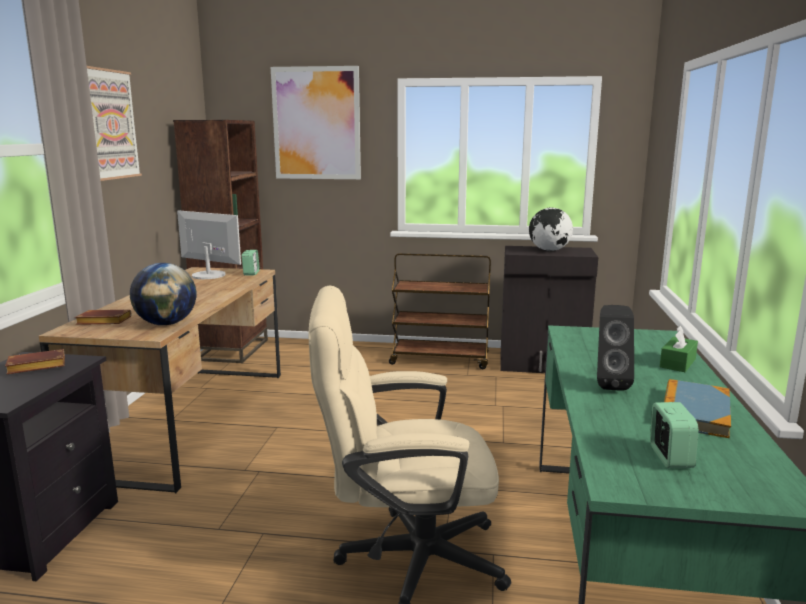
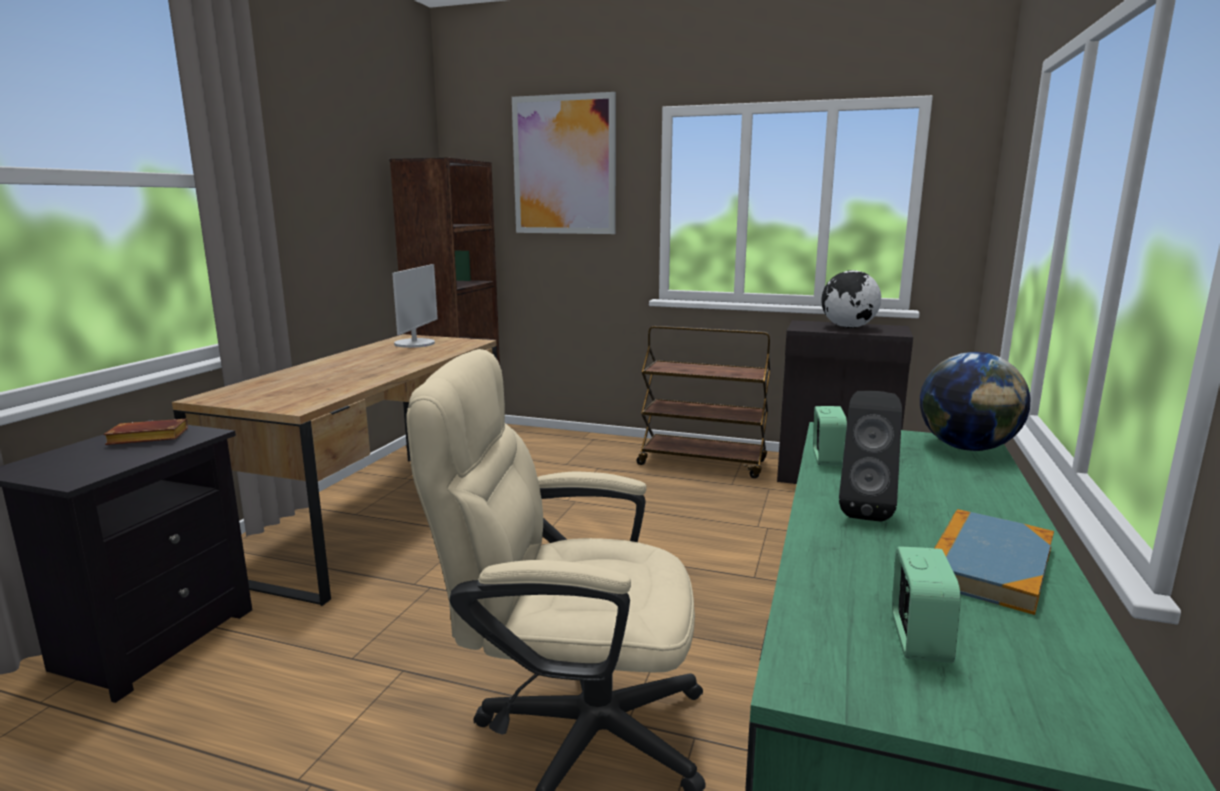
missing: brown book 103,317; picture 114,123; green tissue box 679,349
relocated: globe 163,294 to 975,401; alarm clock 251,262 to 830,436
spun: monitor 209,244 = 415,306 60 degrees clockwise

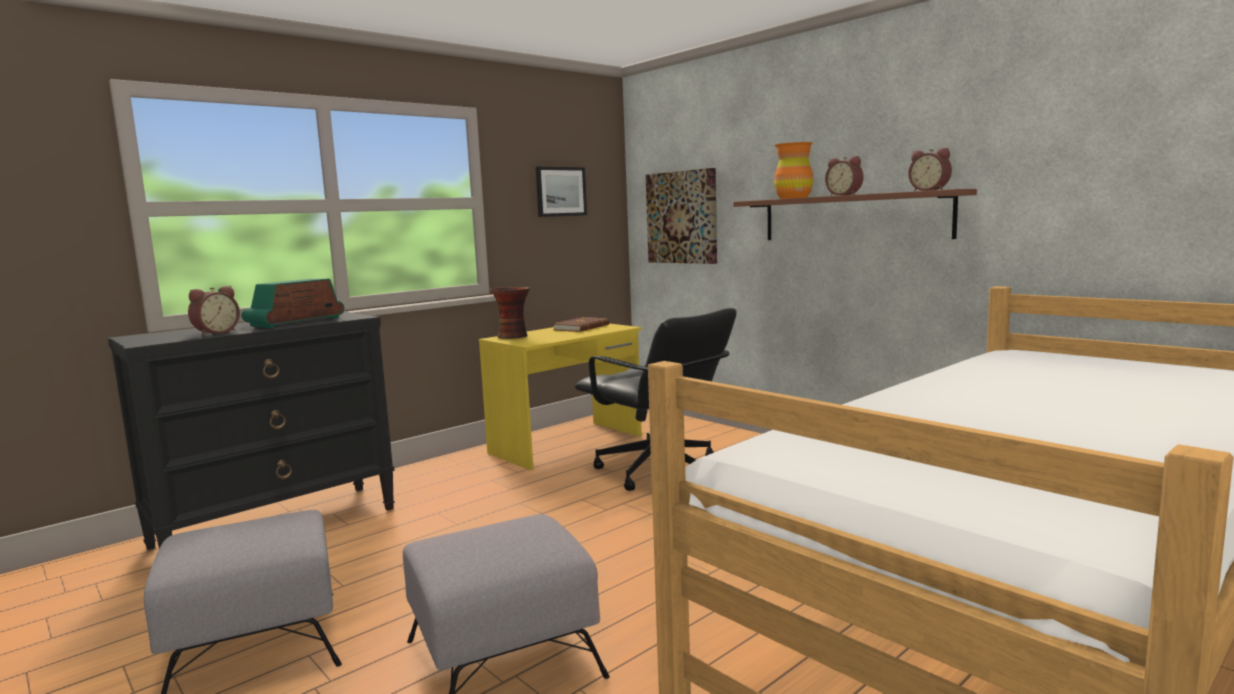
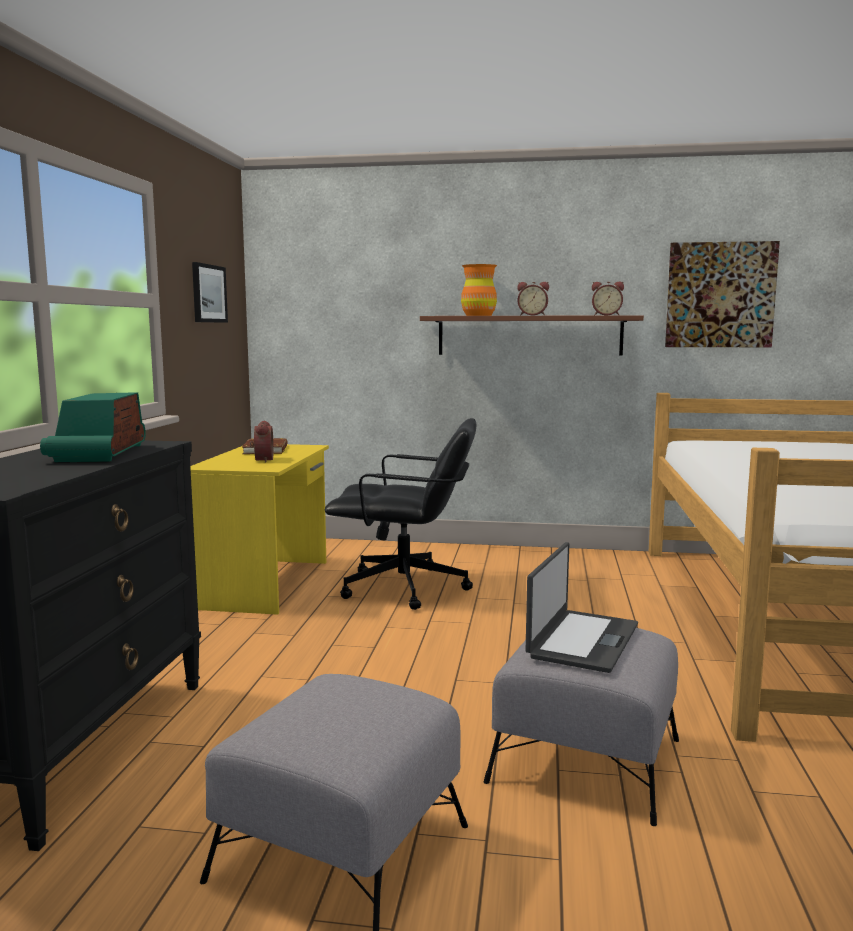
missing: vase 510,313
appeared: laptop 582,607
relocated: alarm clock 214,311 to 262,441; picture 681,216 to 722,294

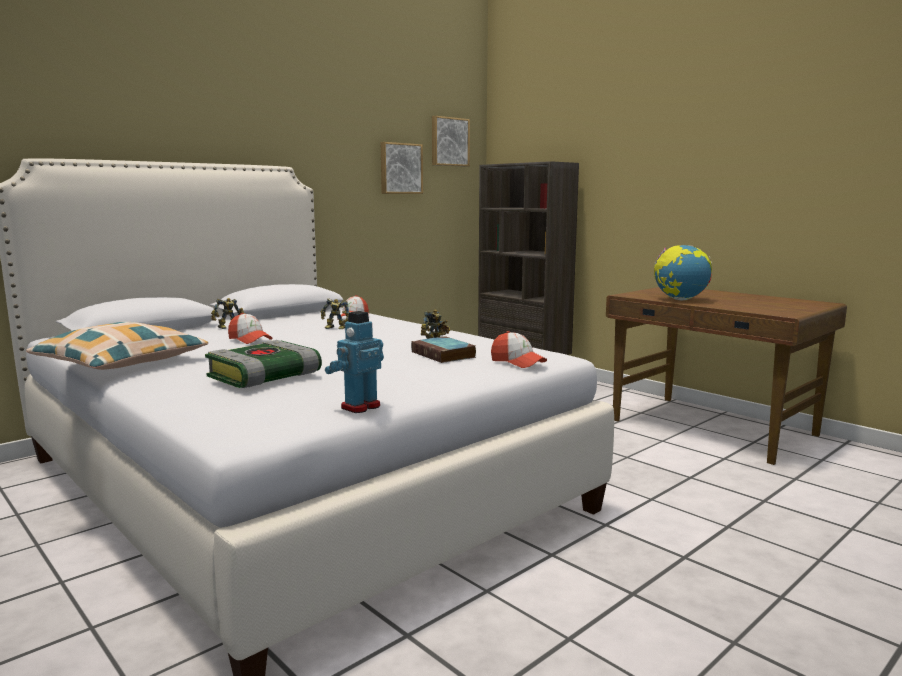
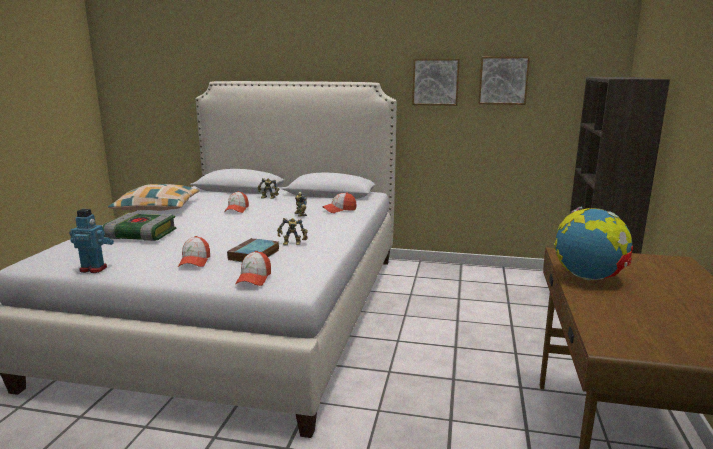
appeared: cap 194,251
relocated: picture 451,141 to 436,82

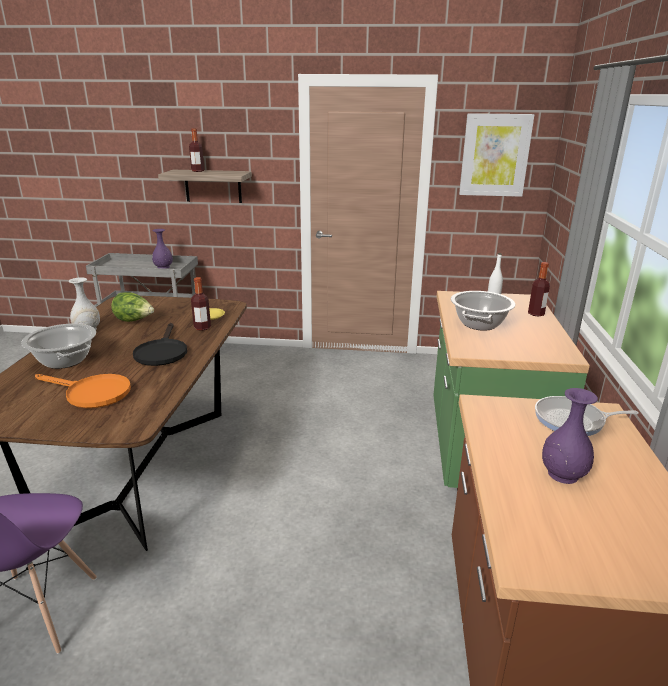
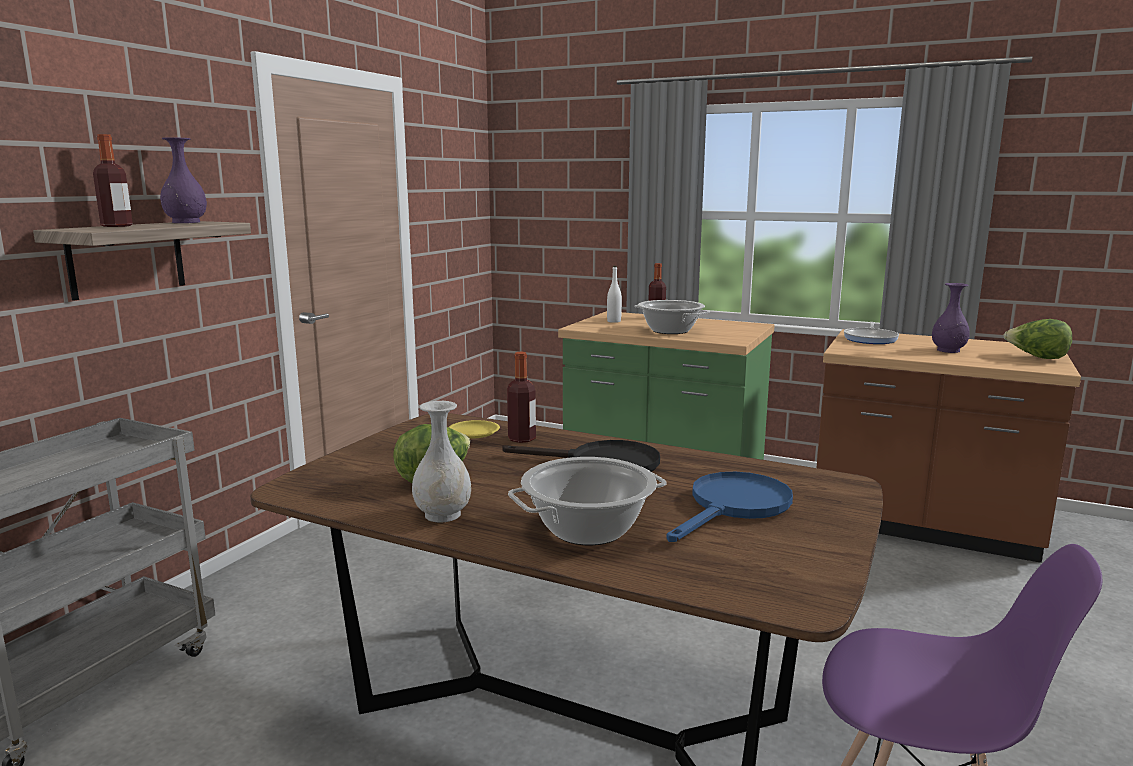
missing: picture 496,155
appeared: lettuce 1037,339
relocated: purple vase 162,249 to 183,180
colour: orange frying pan 83,391 to blue frying pan 729,507

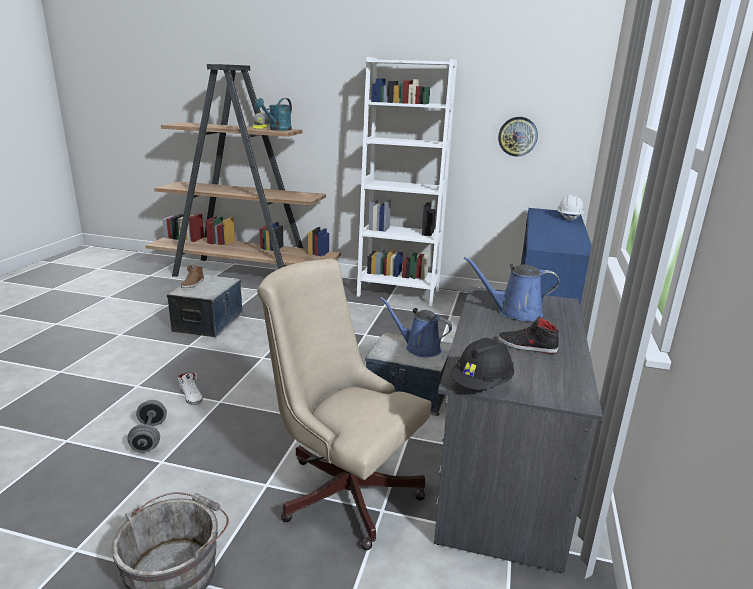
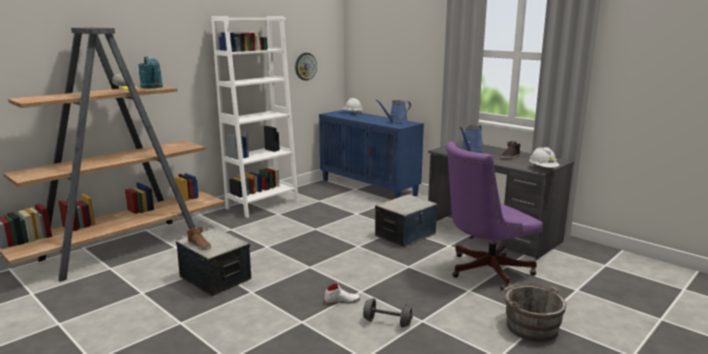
relocated: blue watering can 416,327 to 393,112
colour: beige office chair 344,404 to purple office chair 494,216; black hard hat 482,364 to white hard hat 544,157

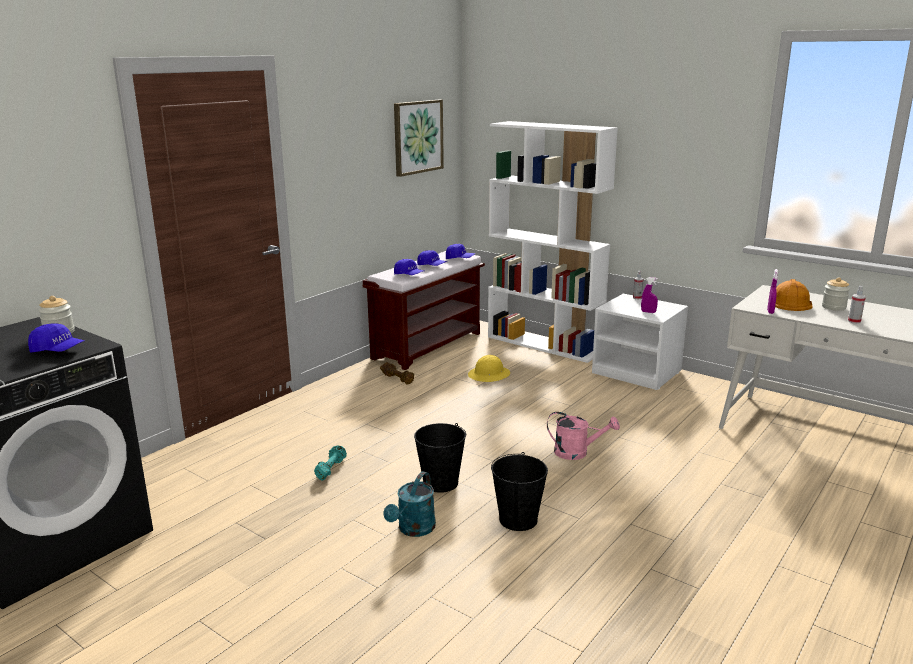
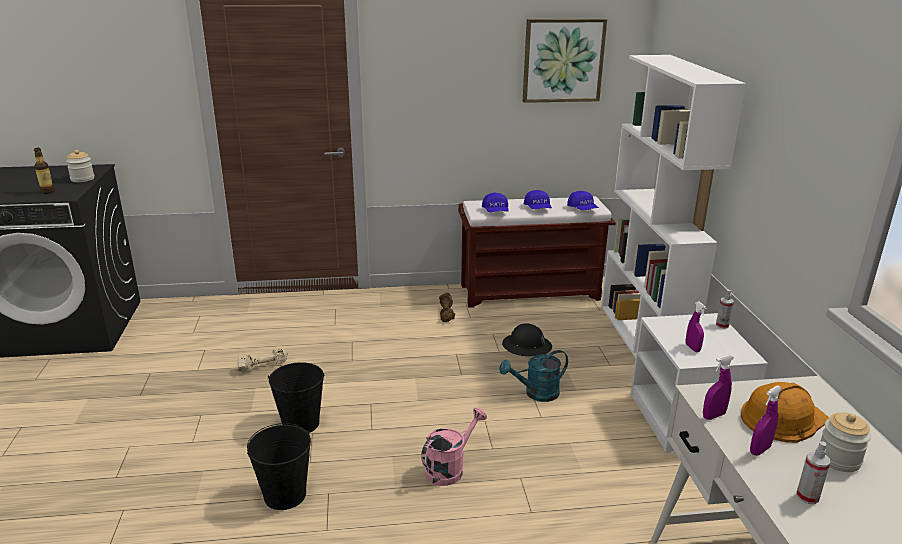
appeared: purple spray bottle 766,420
relocated: turquoise watering can 410,504 to 533,376
exchanged: blue cap 56,338 to bottle 44,171
colour: turquoise dumbbell 330,463 to beige dumbbell 262,360; yellow hard hat 489,368 to black hard hat 527,339
spun: pink watering can 583,436 = 454,446 105 degrees counterclockwise

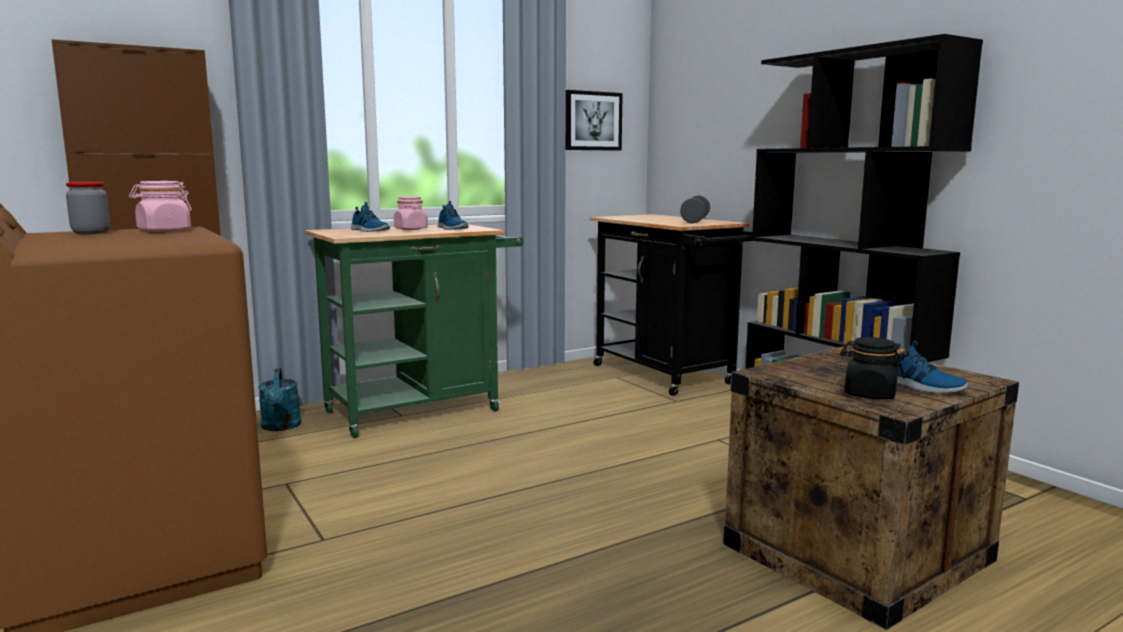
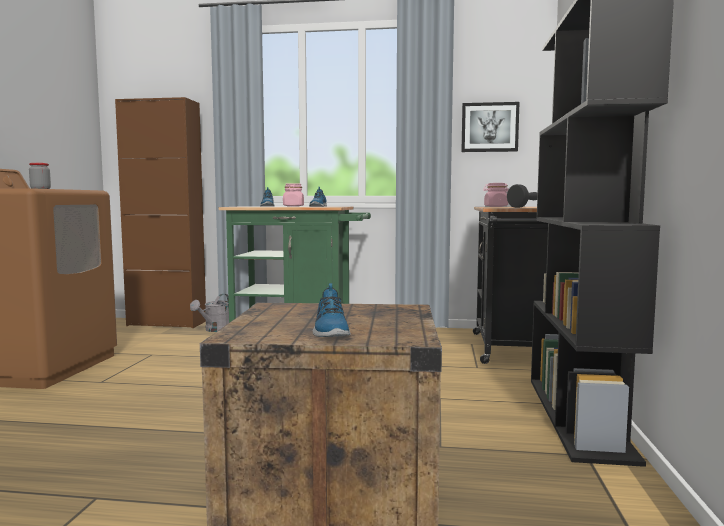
missing: black jar 872,368
relocated: pink jar 160,206 to 496,195
colour: turquoise watering can 279,399 to grey watering can 209,313

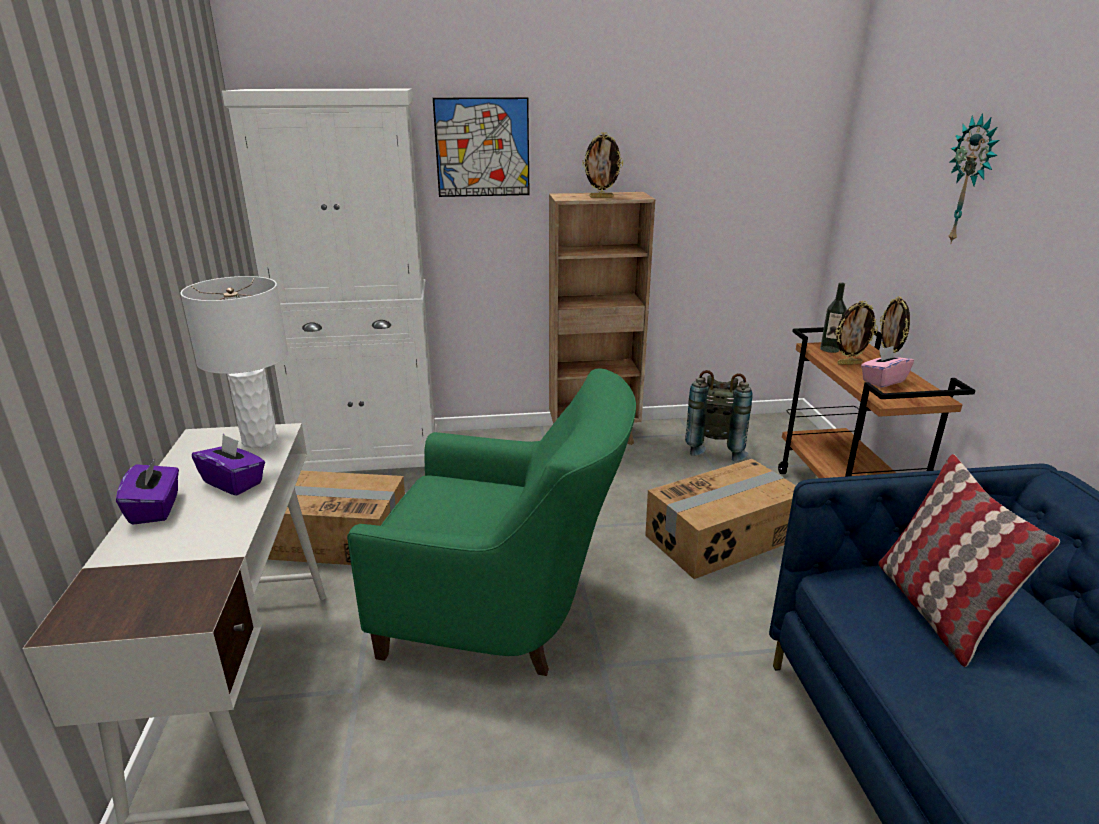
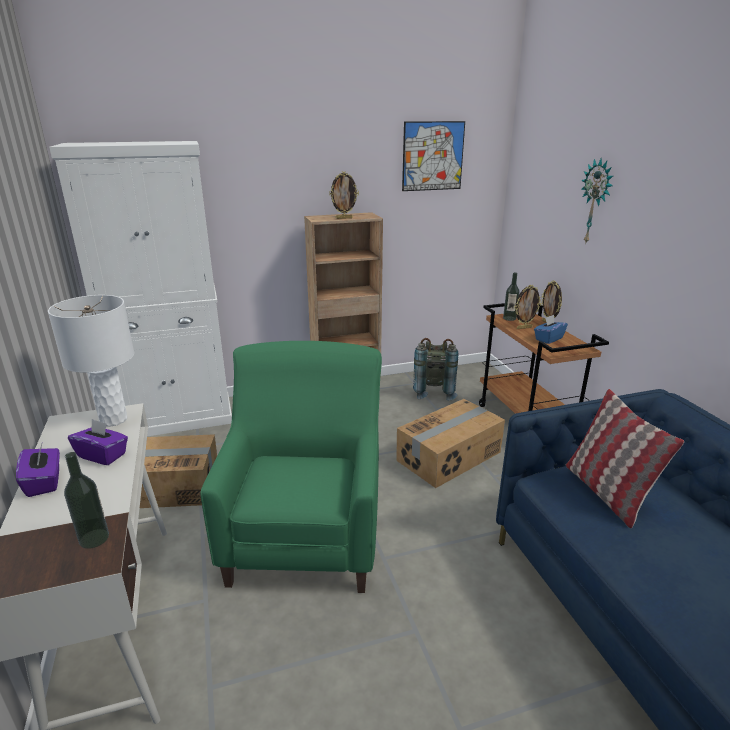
appeared: bottle 86,500
relocated: picture 481,147 to 433,156
colour: pink tissue box 887,367 to blue tissue box 551,329
spun: green armchair 491,522 = 291,467 90 degrees counterclockwise

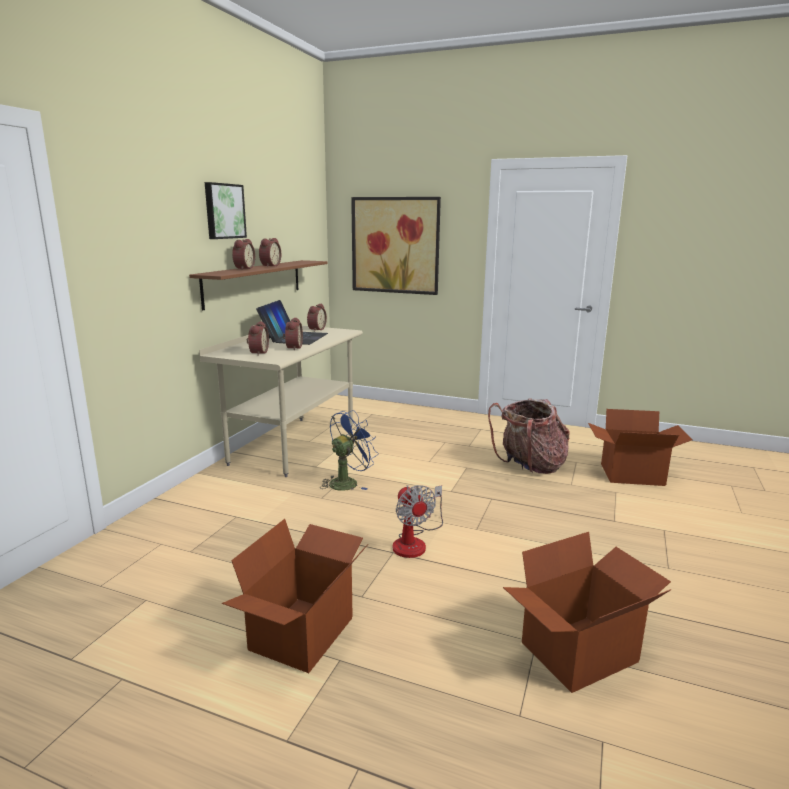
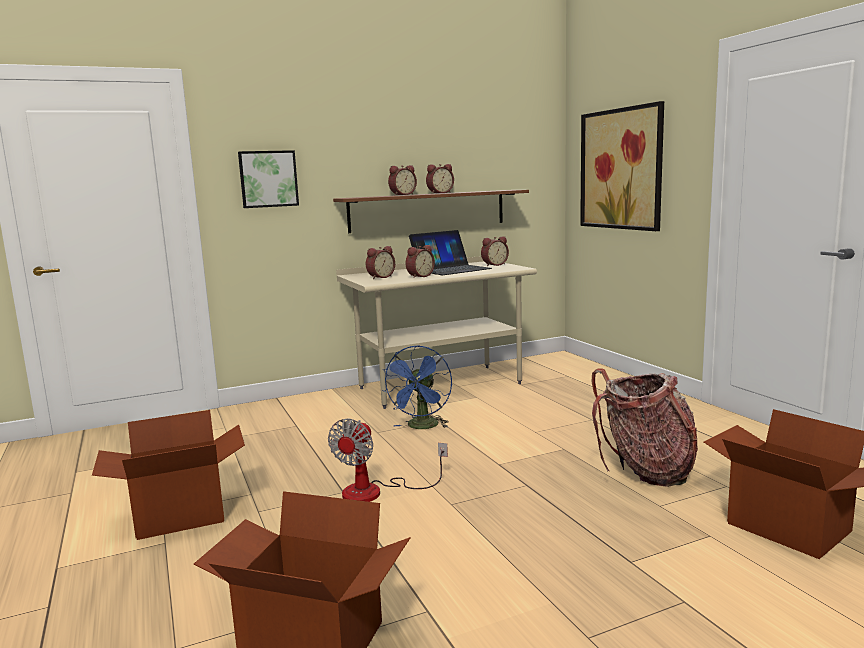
relocated: picture 226,210 to 268,179
spun: blue fan 349,450 = 417,387 105 degrees clockwise

